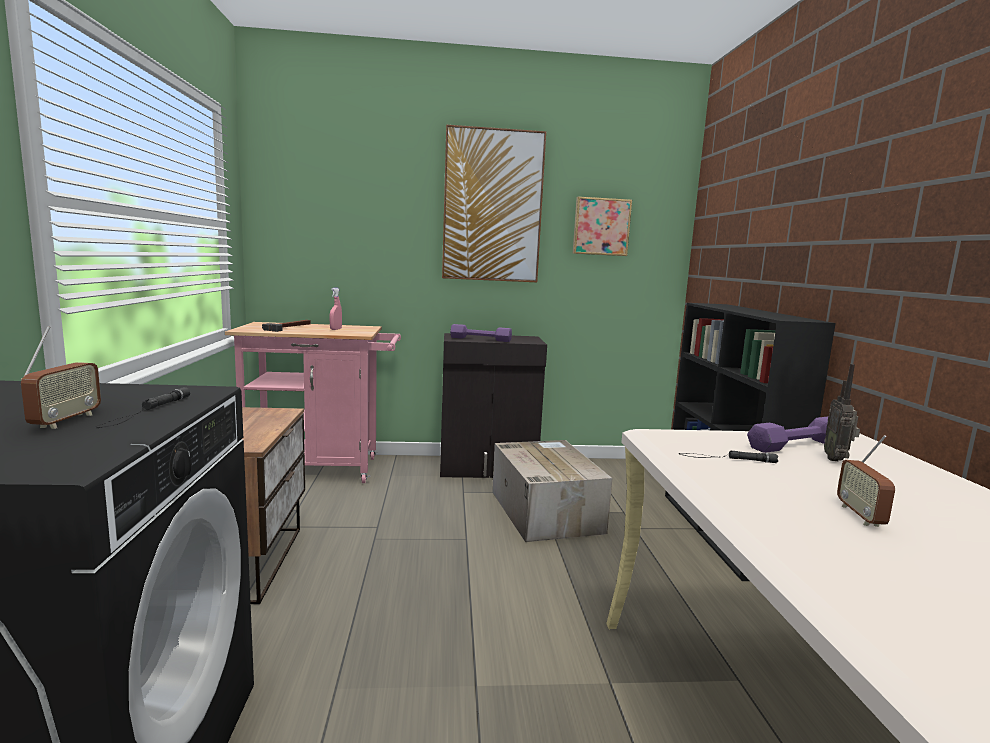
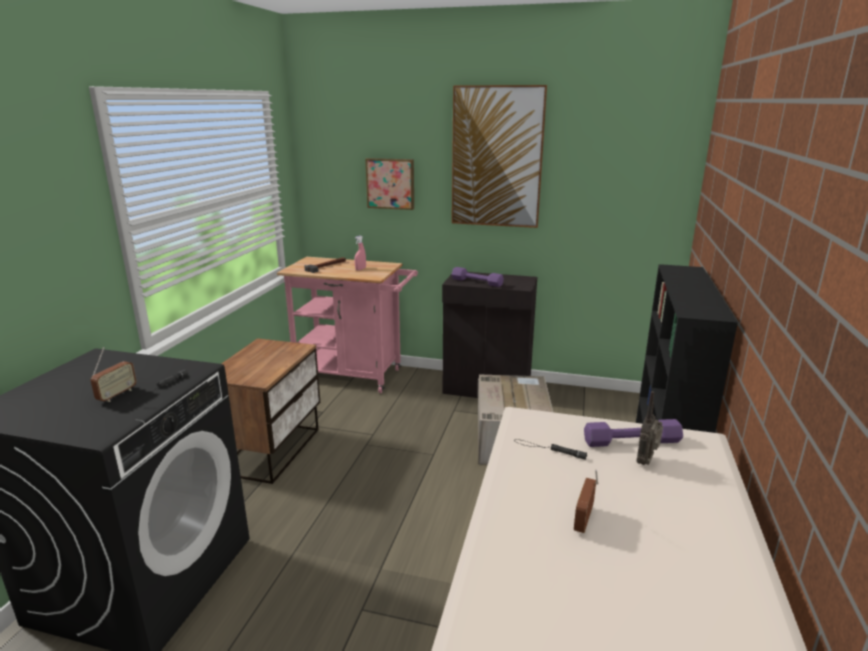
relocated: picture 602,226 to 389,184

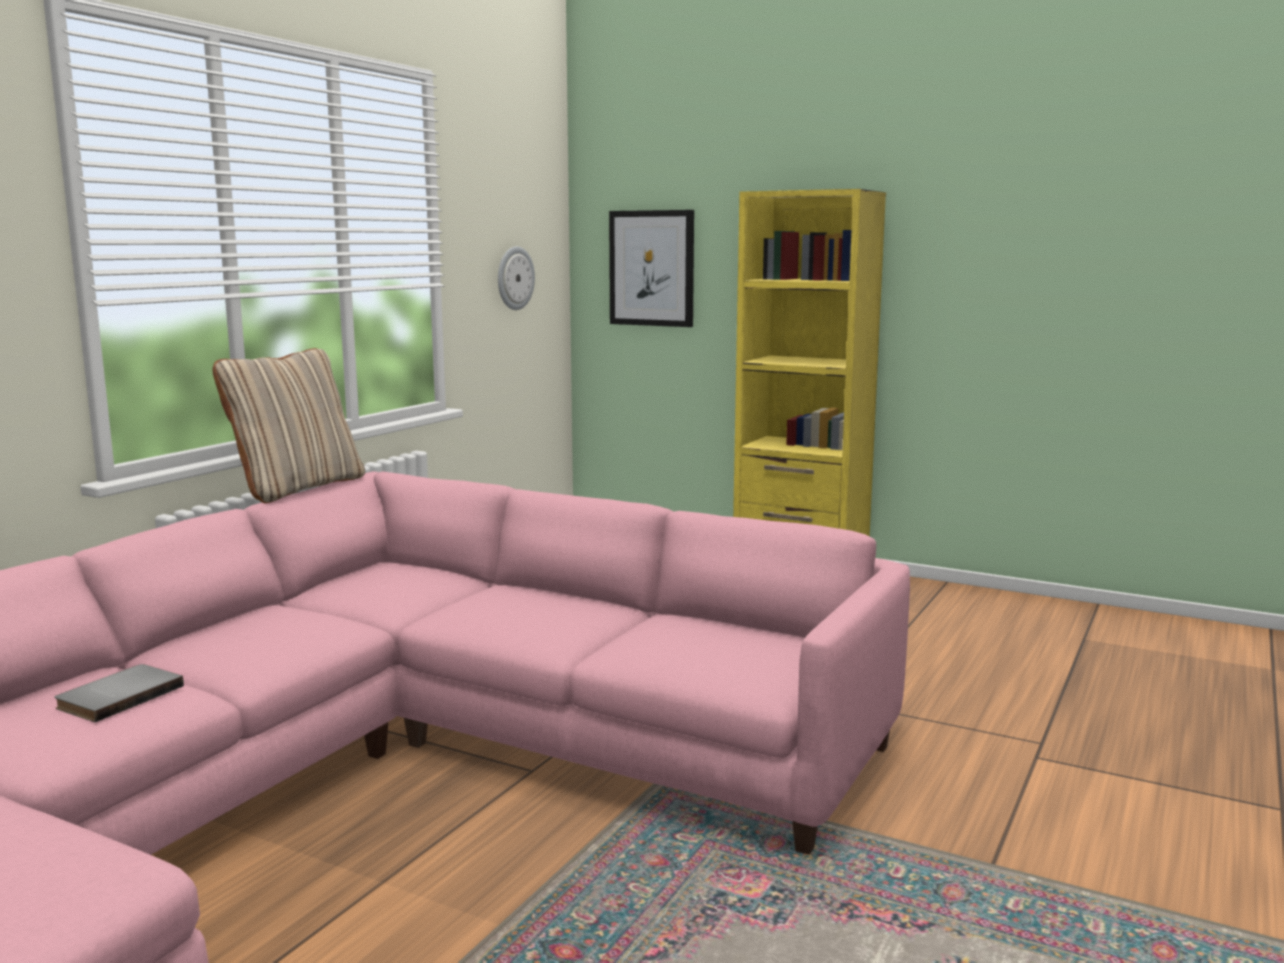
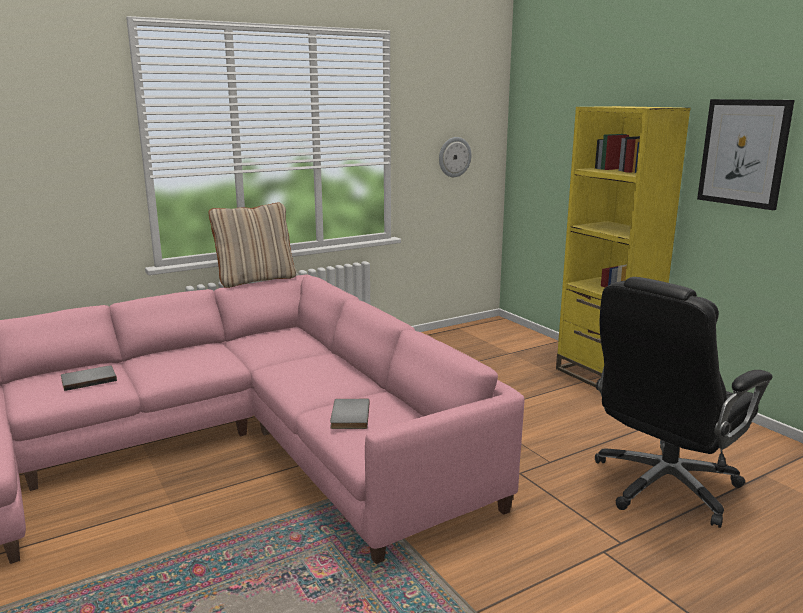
appeared: grey book 350,414; black office chair 683,402
relocated: picture 651,268 to 746,154

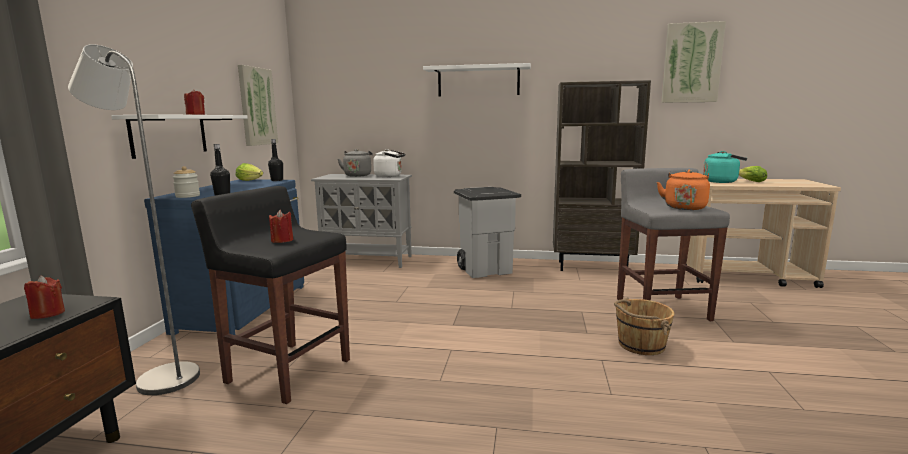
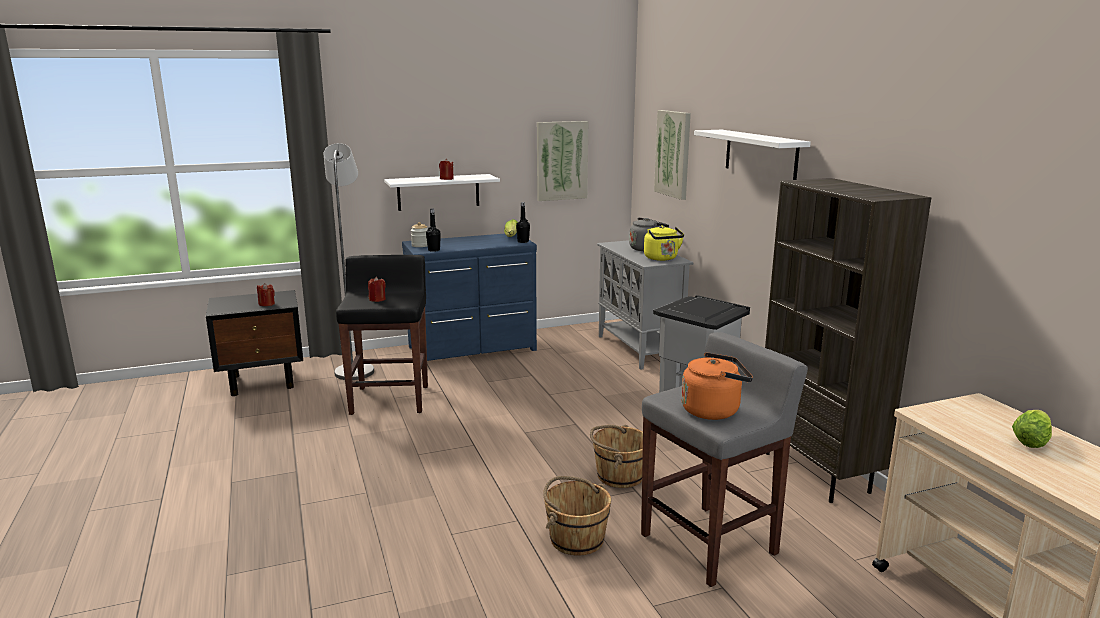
missing: turquoise kettle 725,167
appeared: brown bucket 616,456
relocated: picture 693,62 to 672,155
colour: white kettle 389,163 to yellow kettle 664,243

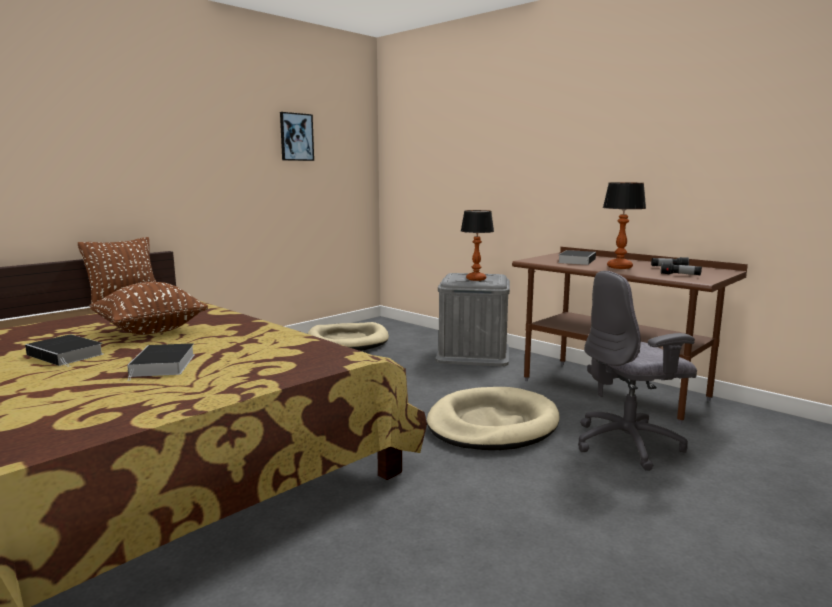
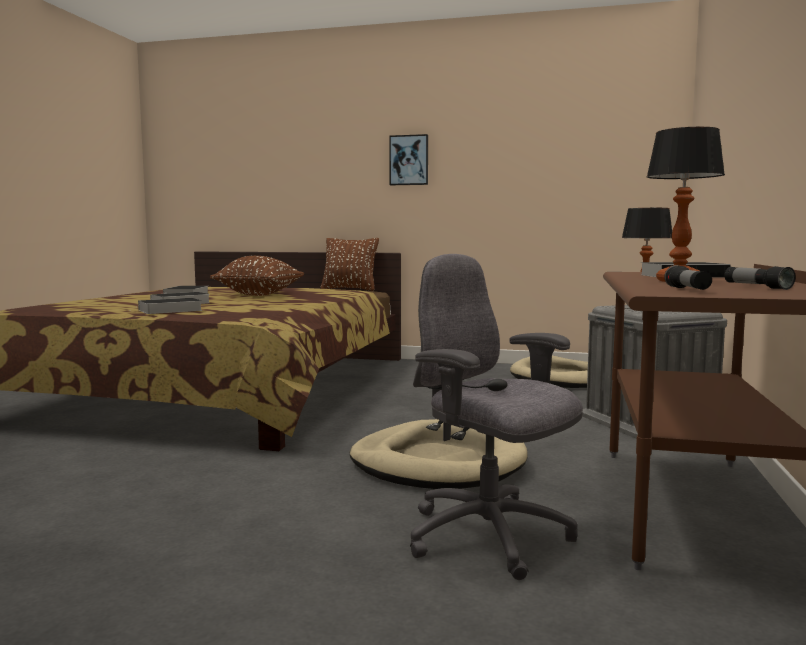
appeared: book 165,306
relocated: picture 297,136 to 408,159

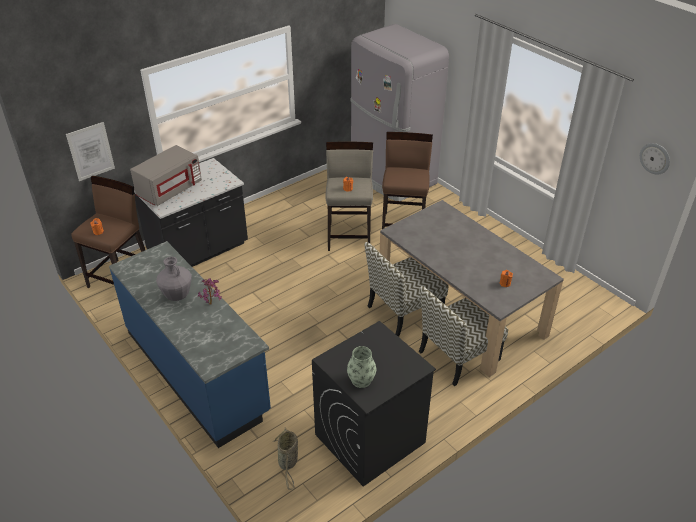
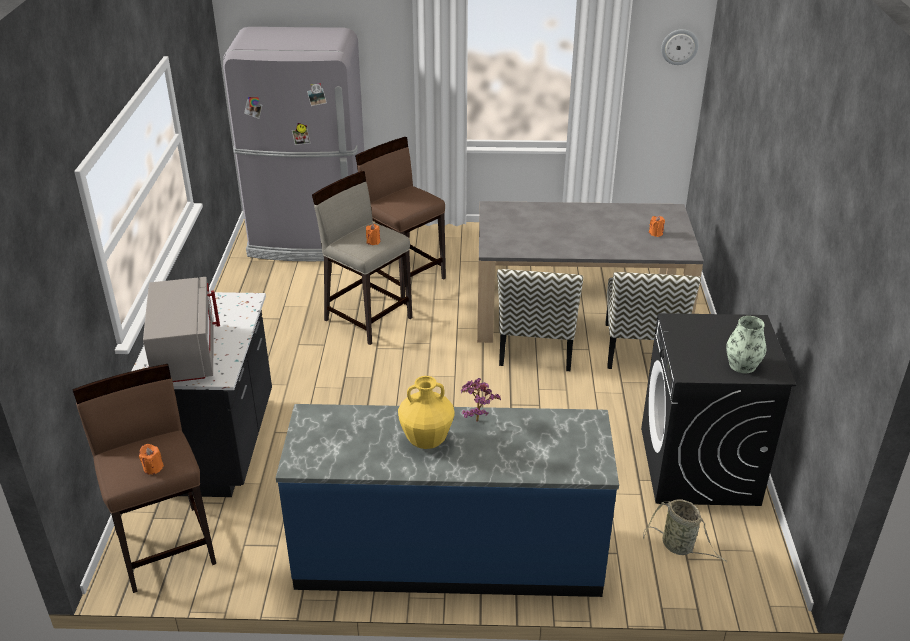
missing: picture 90,151
colour: grey vase 174,279 to yellow vase 426,412

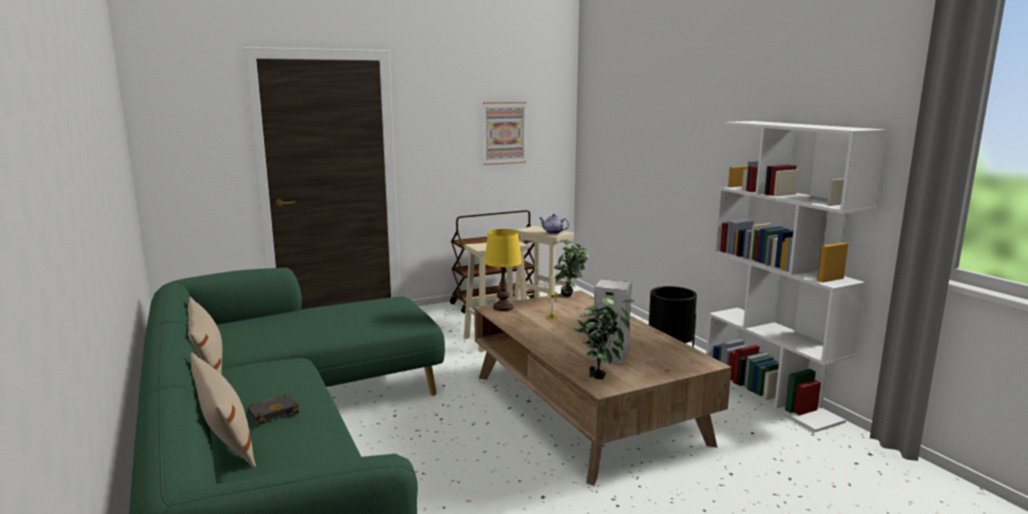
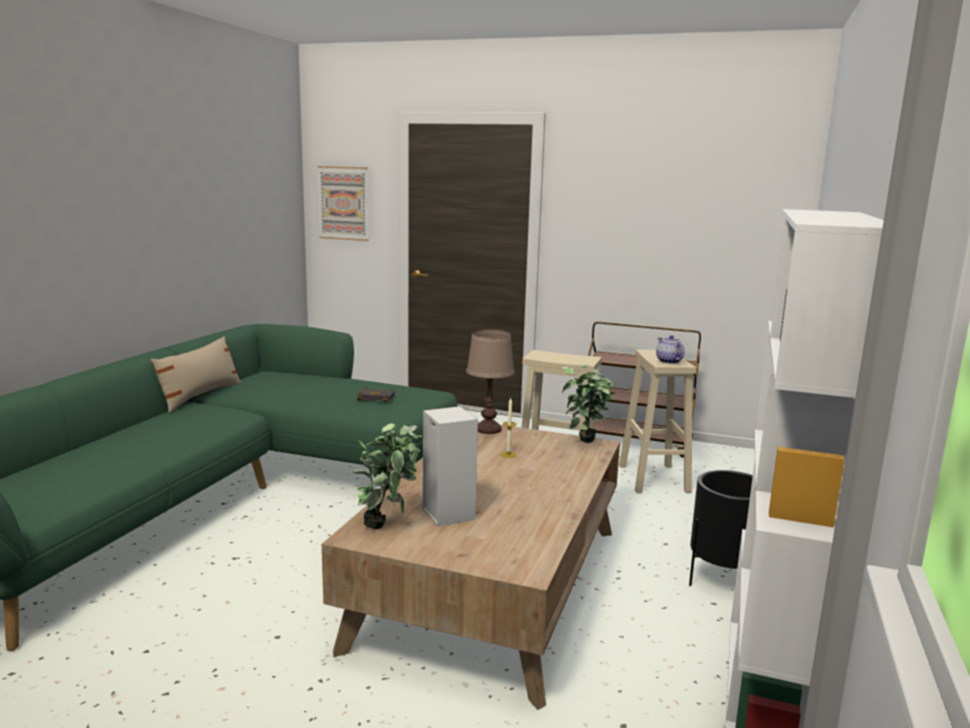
missing: beige pillow 223,410
relocated: black book 273,409 to 376,395; picture 504,133 to 343,203
colour: yellow table lamp 503,270 to brown table lamp 490,381

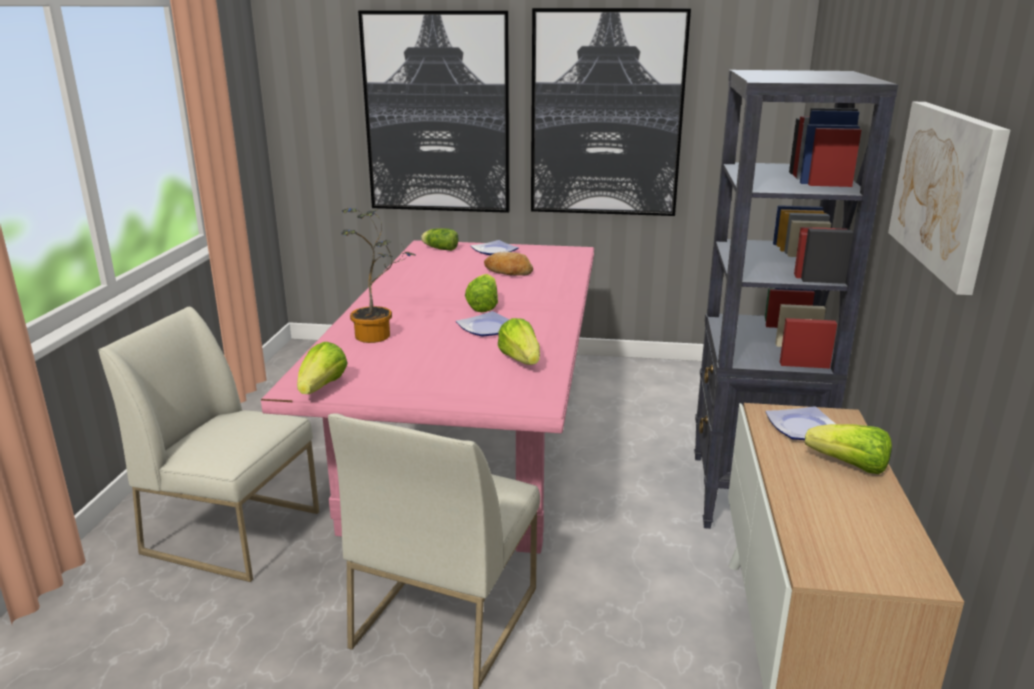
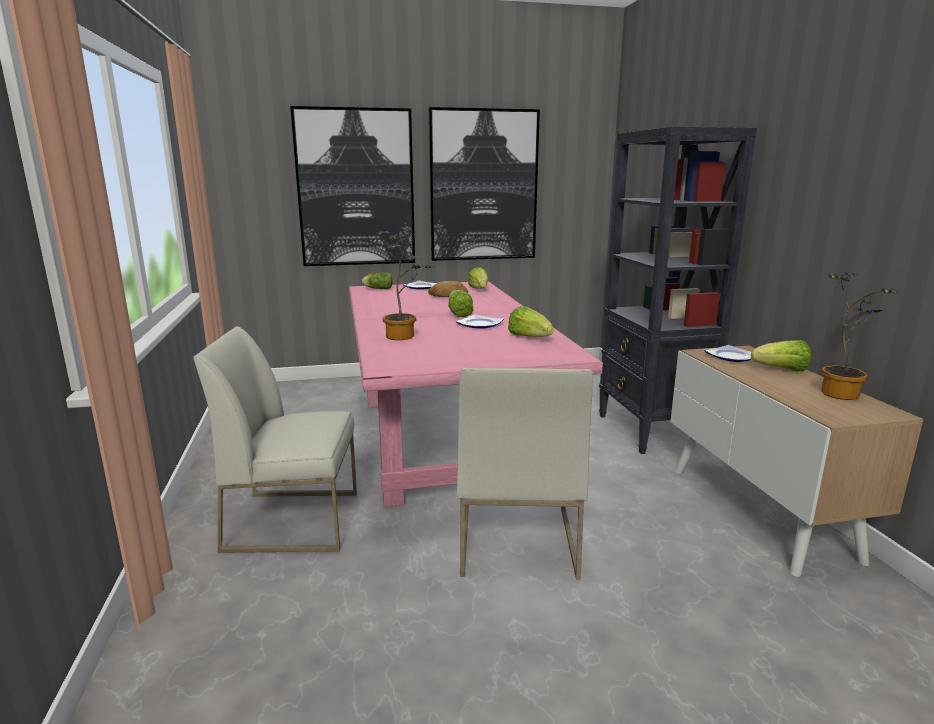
missing: picture 949,198
appeared: potted plant 860,335
relocated: lettuce 322,368 to 478,278

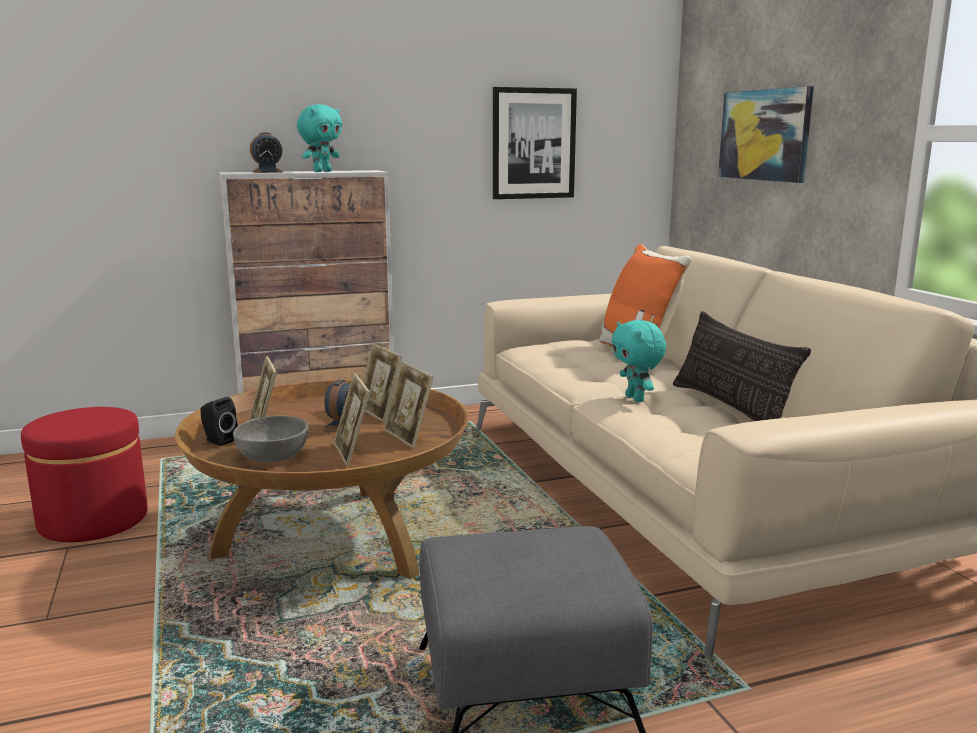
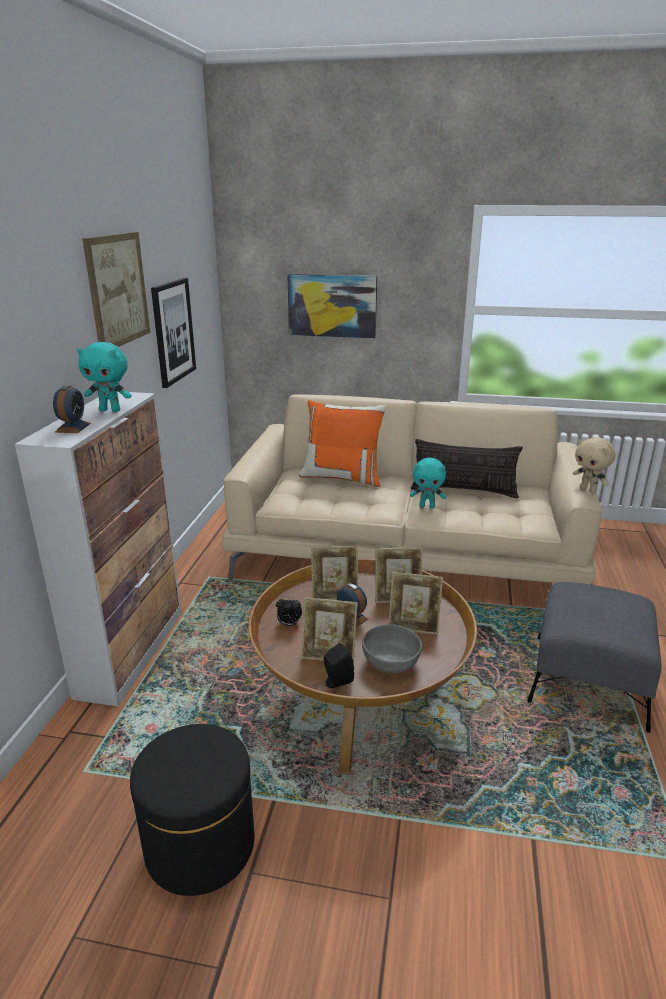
appeared: picture 116,289; alarm clock 289,611; beige plush toy 594,465
colour: red ottoman 84,474 to black ottoman 192,810
spun: turquoise plush toy 319,138 = 104,377 120 degrees clockwise

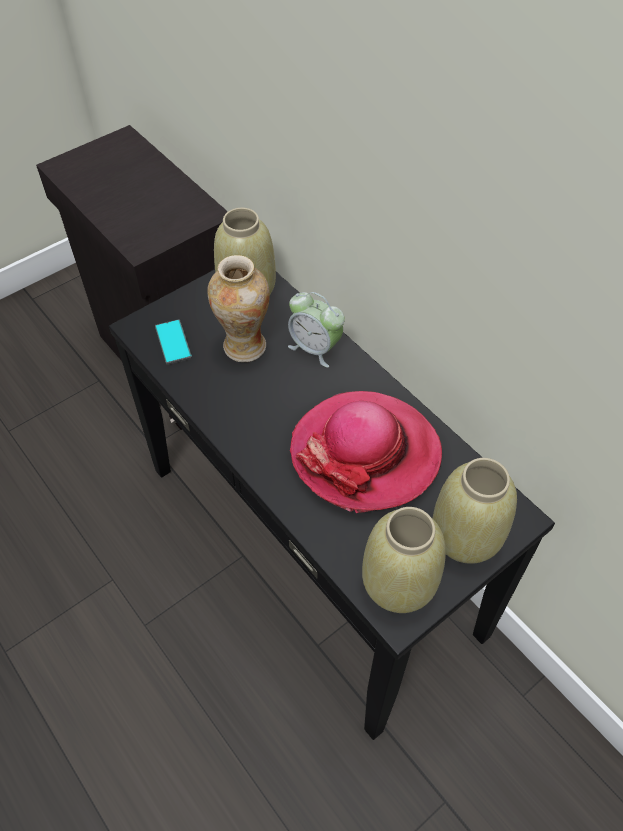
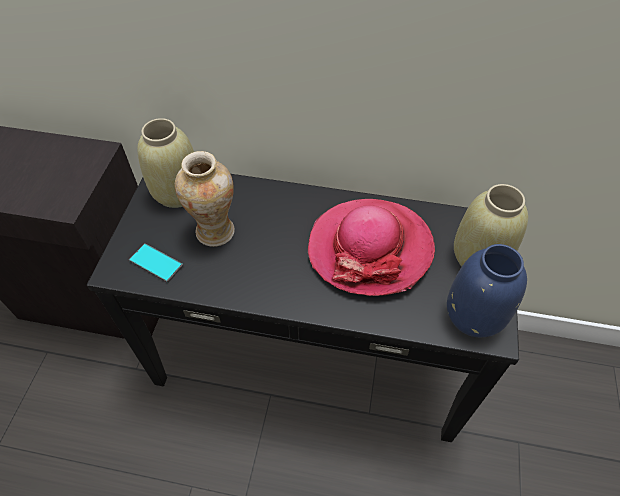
missing: alarm clock 316,330
colour: beige vase 404,560 to blue vase 487,290

